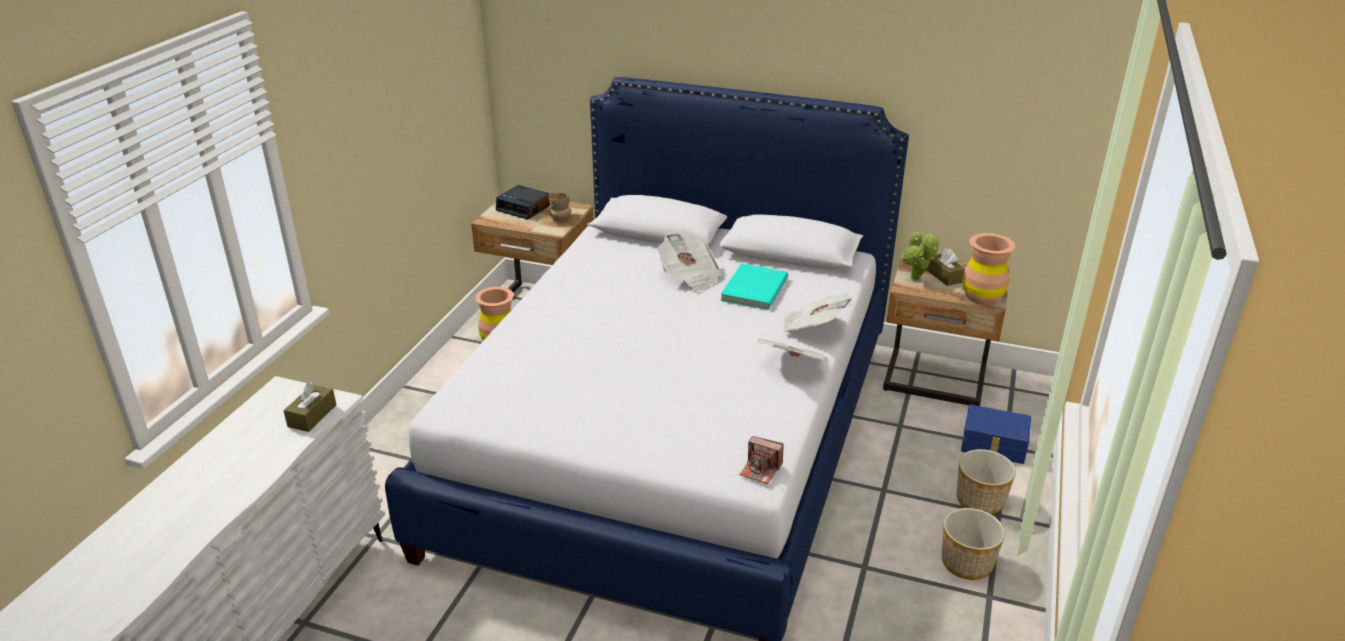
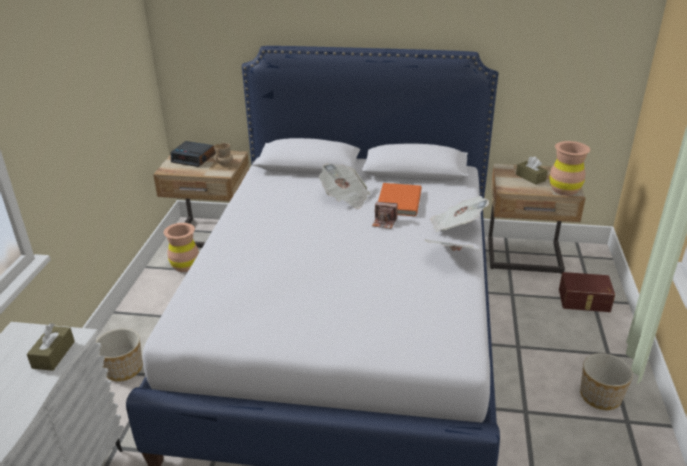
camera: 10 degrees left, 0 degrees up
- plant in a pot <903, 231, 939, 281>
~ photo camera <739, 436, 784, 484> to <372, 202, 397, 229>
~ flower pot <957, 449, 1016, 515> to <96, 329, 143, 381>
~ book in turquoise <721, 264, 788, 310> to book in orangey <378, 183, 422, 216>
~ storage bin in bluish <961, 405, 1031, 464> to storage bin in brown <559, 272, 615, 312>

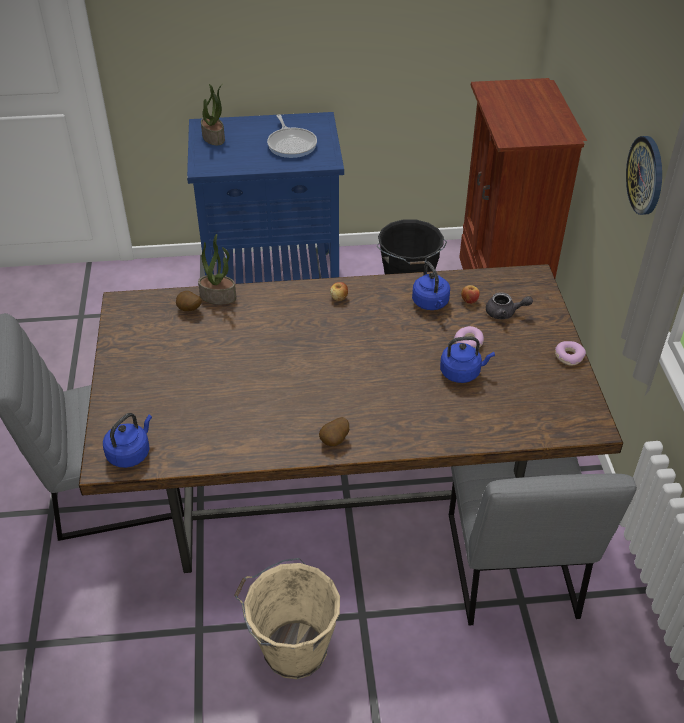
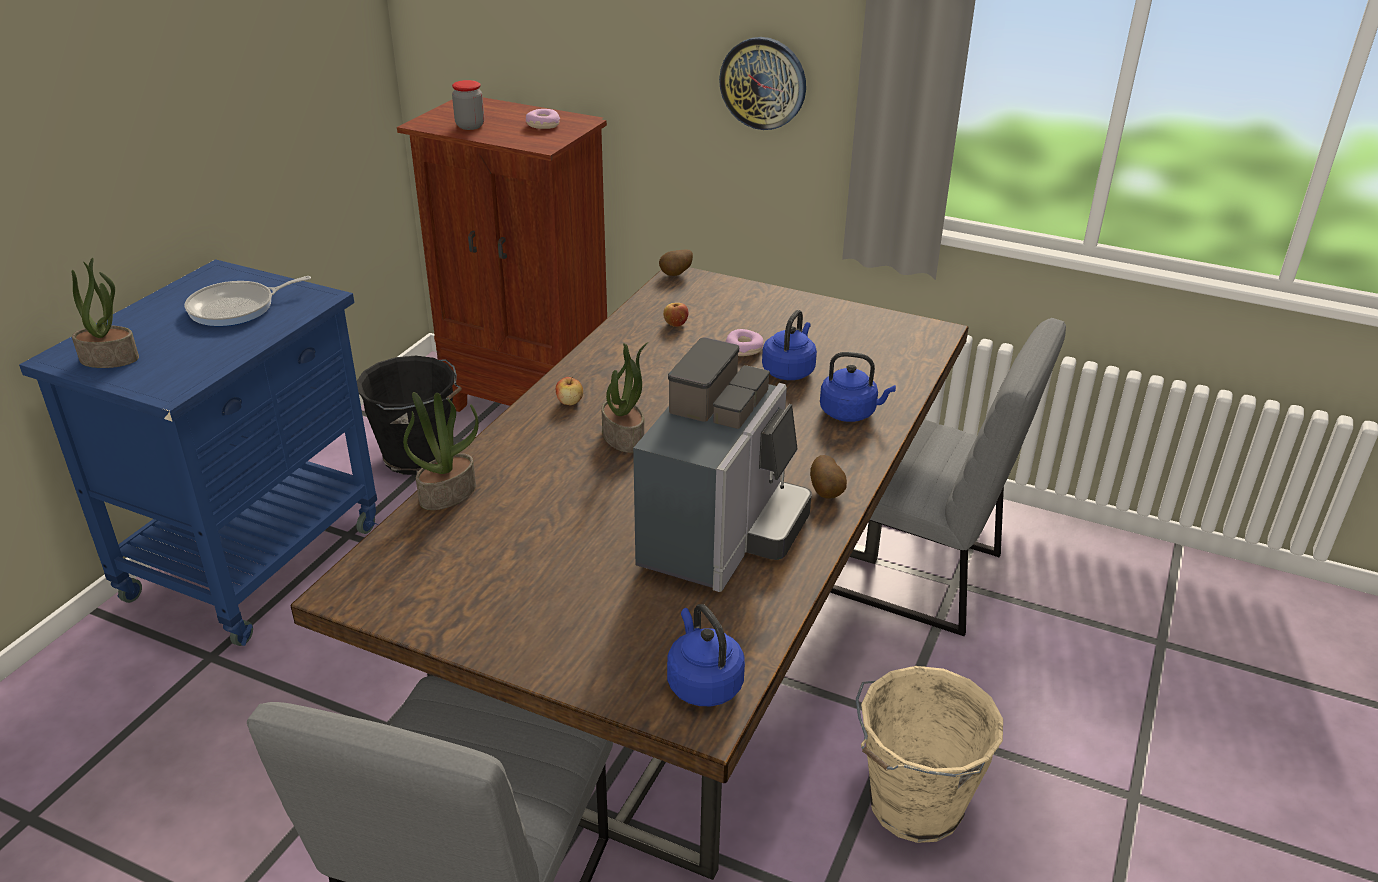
camera: 60 degrees left, 10 degrees down
- pot for tea in gray <486, 292, 533, 320>
+ jar <452, 80, 484, 130>
+ plant in a pot <602, 342, 648, 453>
+ coffee maker <633, 338, 812, 592>
~ potato <176, 291, 202, 311> to <659, 250, 693, 276>
~ water kettle in bluish <412, 262, 450, 310> to <820, 352, 896, 422>
~ doughnut <555, 341, 586, 366> to <526, 109, 560, 129>
~ pan <267, 114, 317, 158> = <185, 276, 311, 327> 135 degrees clockwise

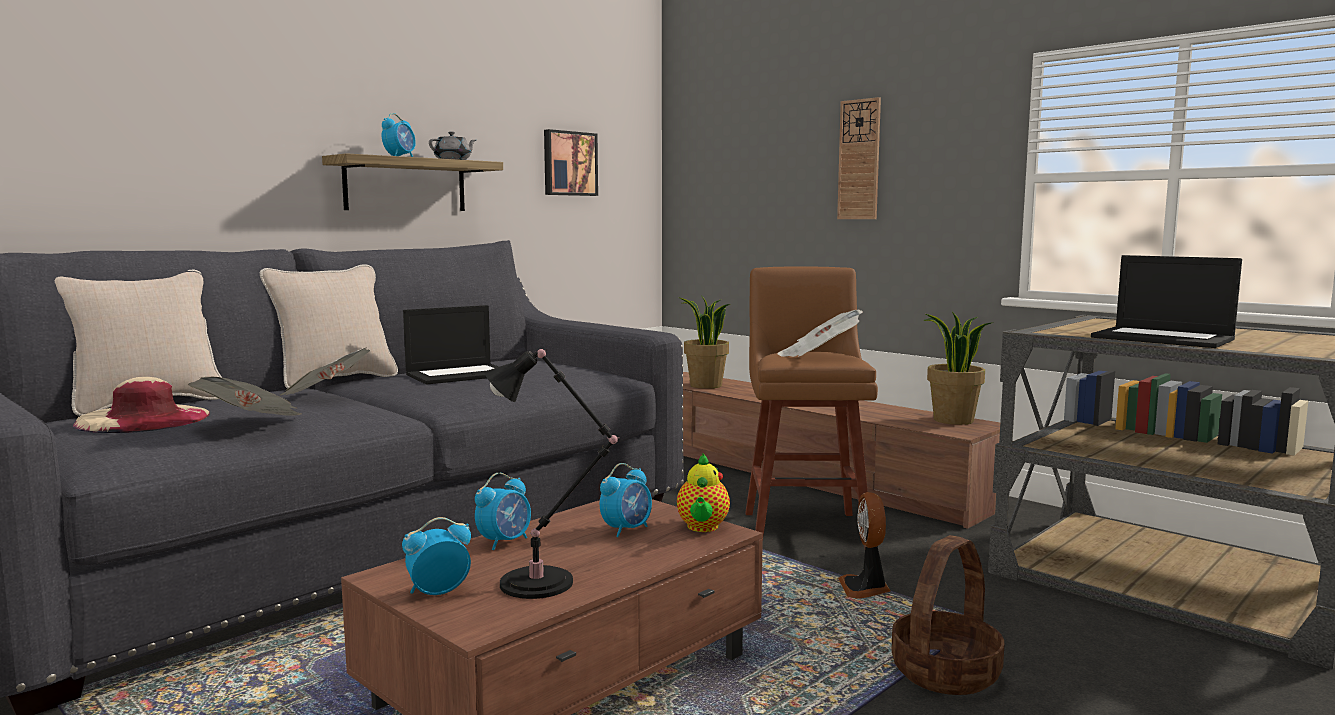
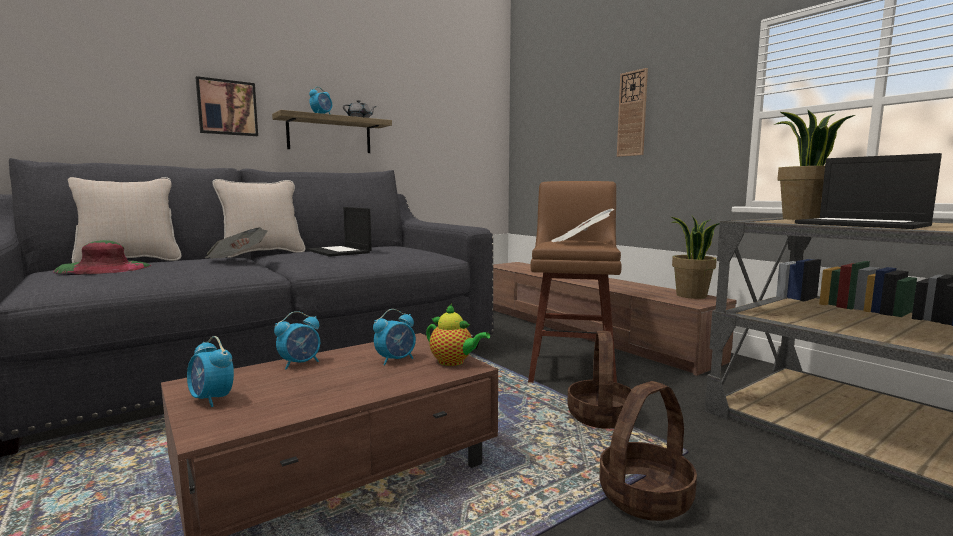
camera: 10 degrees right, 0 degrees up
- newspaper <188, 377, 301, 416>
- tabletop lamp in black <484, 349, 619, 599>
~ picture <544, 129, 598, 196> to <196, 76, 258, 136>
~ plant in a pot <678, 295, 730, 389> to <774, 110, 855, 220>
~ electric fan <838, 492, 891, 598> to basket <567, 331, 632, 429>
~ clothing hat in beige <73, 377, 210, 433> to clothing hat in green <53, 240, 151, 275>
~ table clock <402, 517, 471, 595> = <187, 336, 234, 407> 120 degrees counterclockwise
~ notebook computer <403, 305, 499, 385> = <307, 207, 372, 257> 75 degrees clockwise
~ pot for tea <677, 453, 730, 532> = <426, 304, 490, 366> 75 degrees counterclockwise

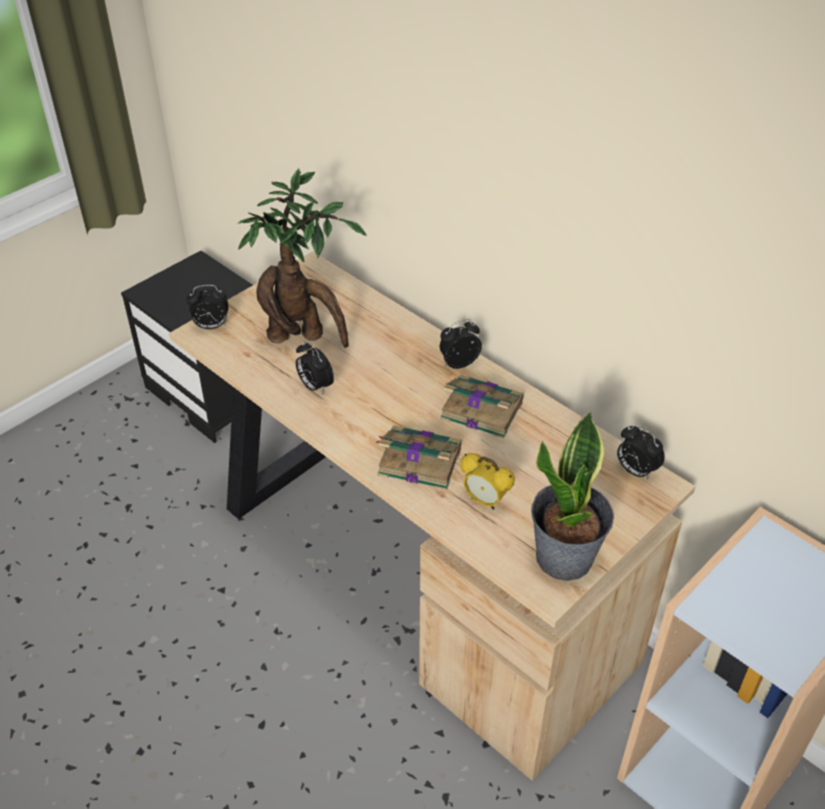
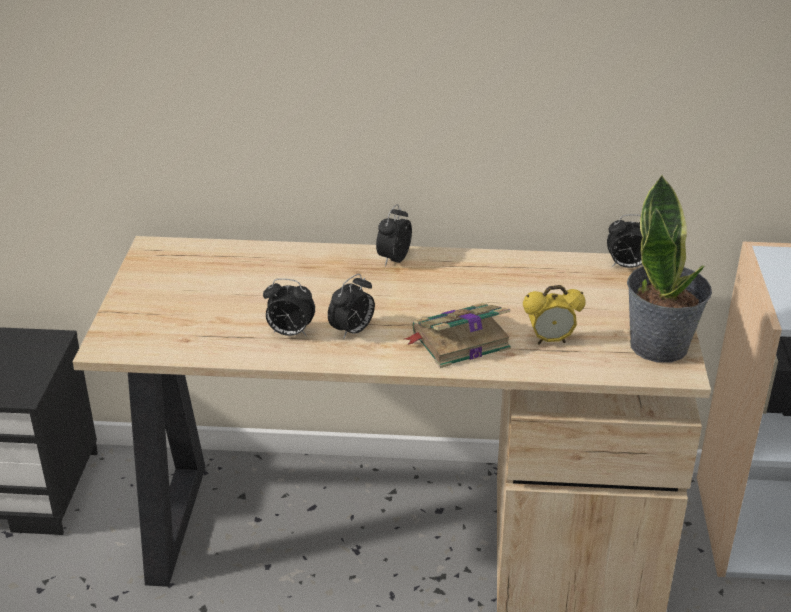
camera: 40 degrees left, 10 degrees down
- plant in a pot <238, 168, 367, 348>
- book <440, 374, 524, 438>
~ table clock <186, 285, 228, 329> to <328, 274, 375, 340>

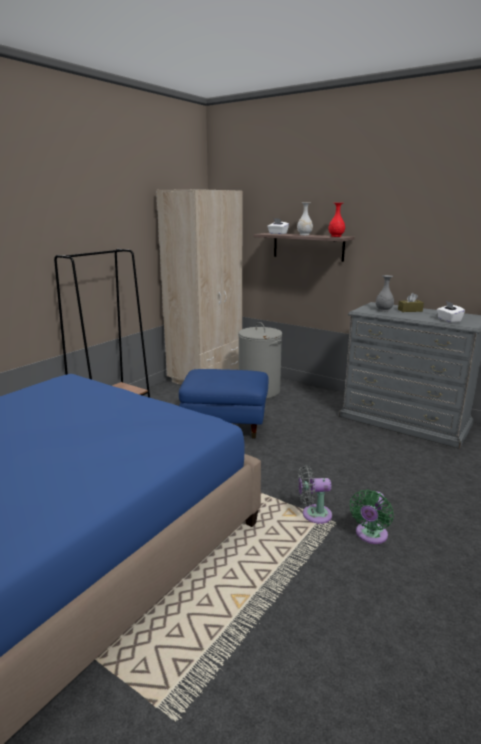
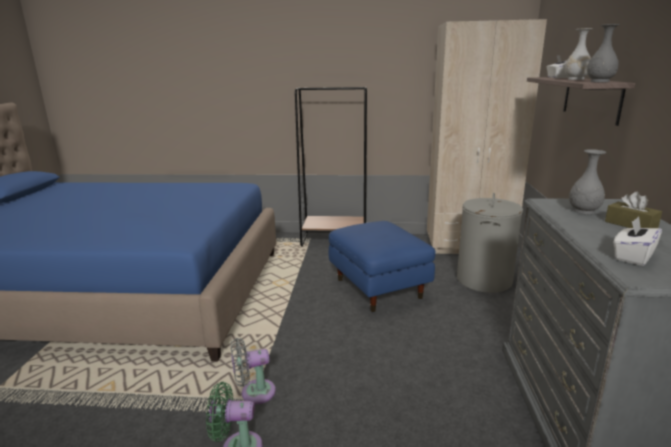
camera: 60 degrees right, 0 degrees up
~ decorative vase in reddish <328, 203, 345, 237> to decorative vase in gray <587, 24, 620, 82>
~ electric fan in gray <298, 465, 332, 524> = <231, 338, 276, 404> 75 degrees counterclockwise

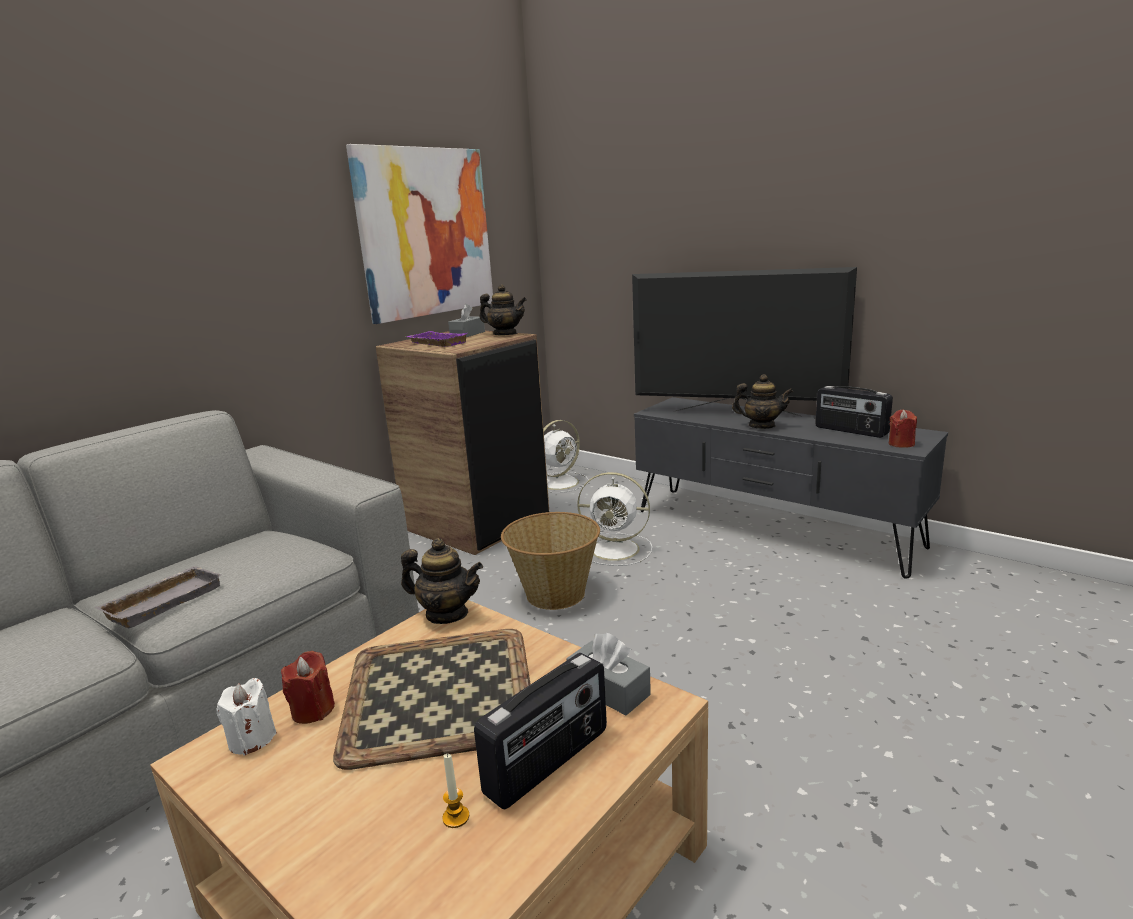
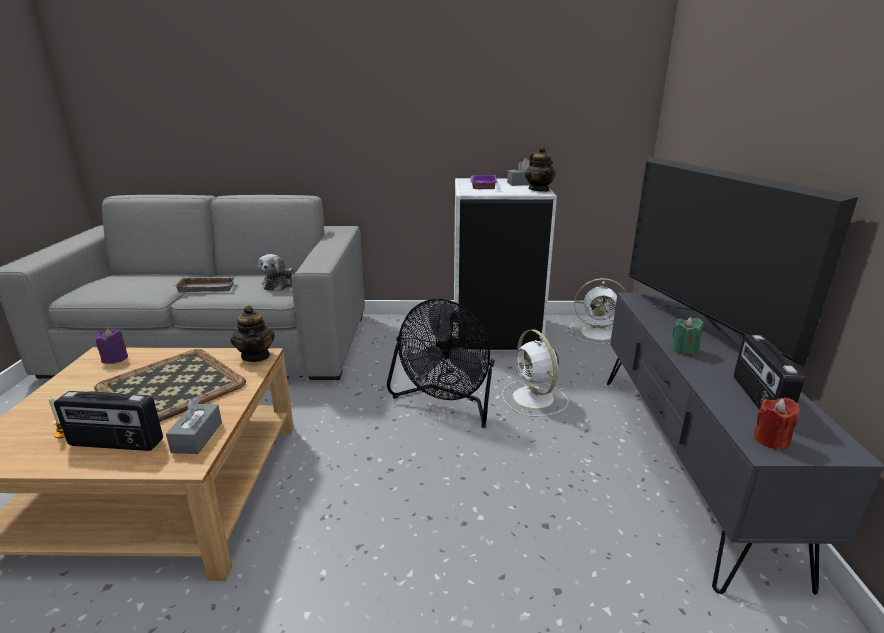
camera: 50 degrees right, 5 degrees up
- wax light in reddish <281, 651, 335, 724>
- picture <346, 144, 493, 324>
+ plush toy <258, 254, 293, 291>
~ basket <501, 512, 600, 610> to electric fan in black <387, 299, 495, 428>
~ pot for tea <732, 374, 793, 429> to wax light in green <671, 317, 703, 355>
~ wax light in whitish <217, 678, 277, 756> to wax light in purple <96, 328, 128, 364>
~ cupboard in brown <376, 331, 549, 555> to cupboard in whitish <454, 178, 557, 352>

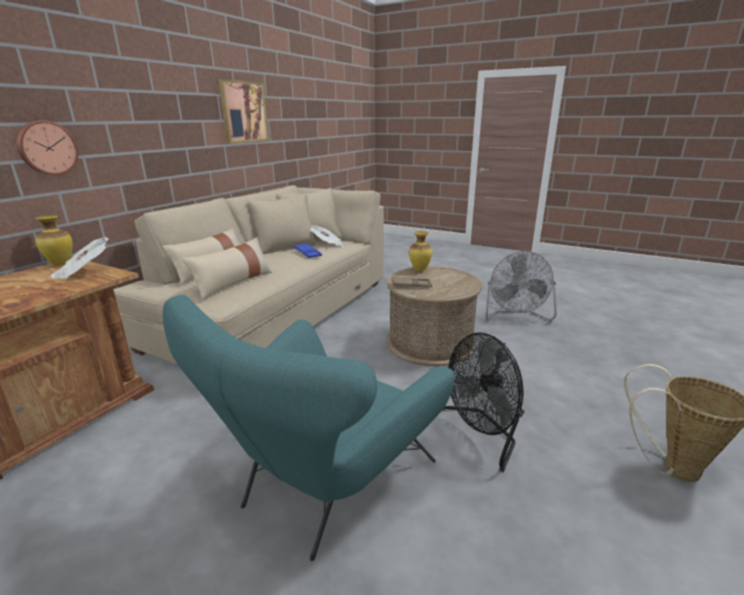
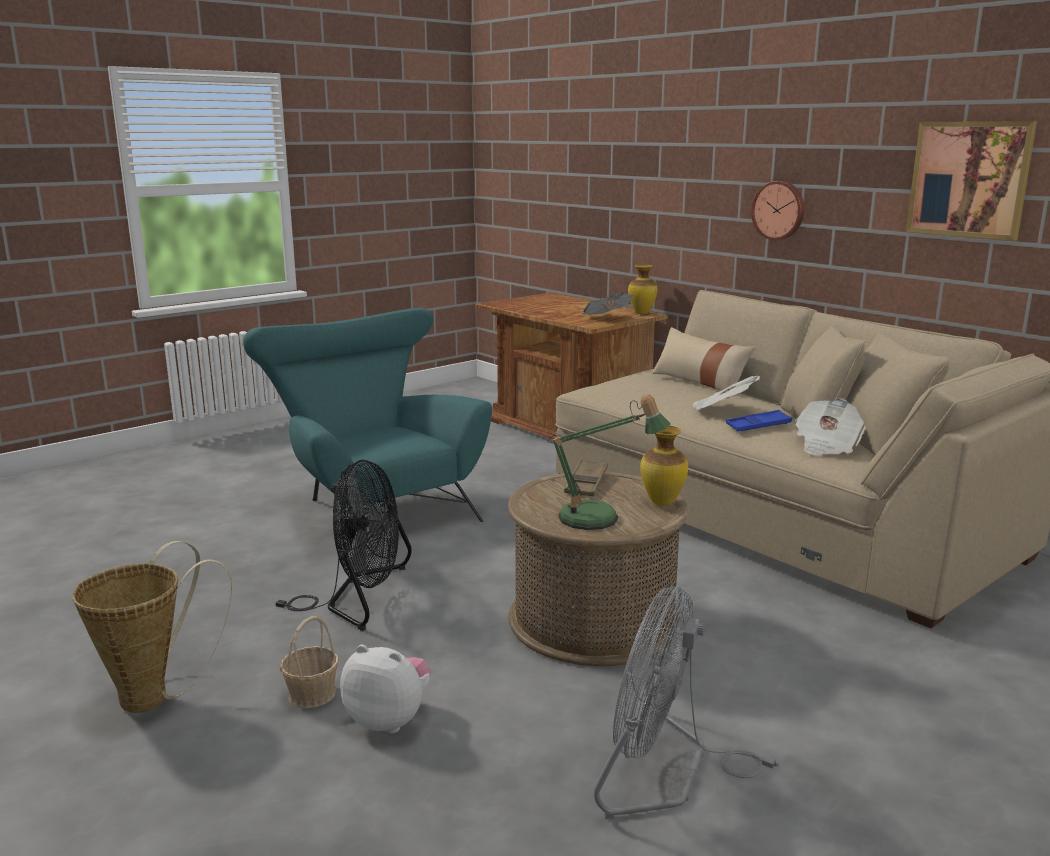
camera: 110 degrees right, 5 degrees down
- pillow in beige <182, 237, 273, 299>
+ basket <280, 616, 339, 708>
+ plush toy <340, 644, 431, 734>
+ tabletop lamp <548, 394, 671, 530>
+ newspaper <693, 376, 760, 410>
~ hanging clock <17, 120, 78, 175> to <751, 181, 804, 240>
~ electric fan in black <443, 332, 525, 472> = <275, 460, 412, 631> 105 degrees clockwise

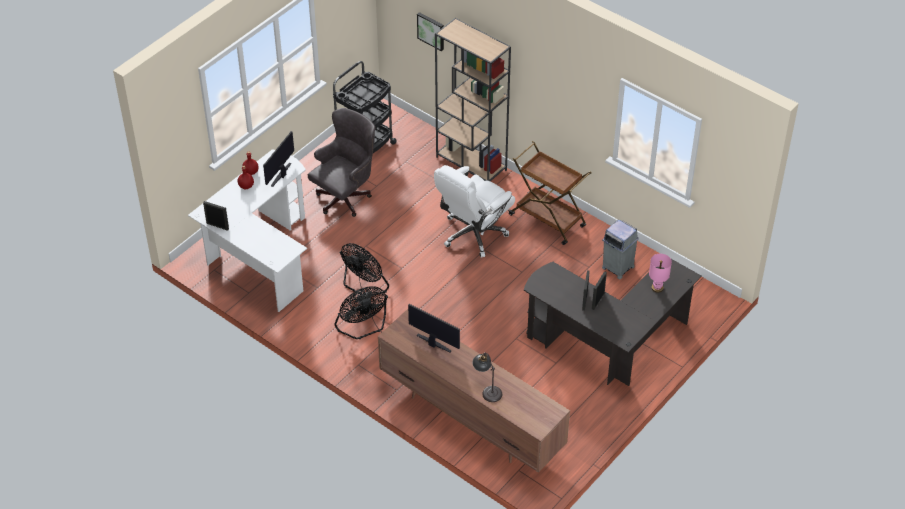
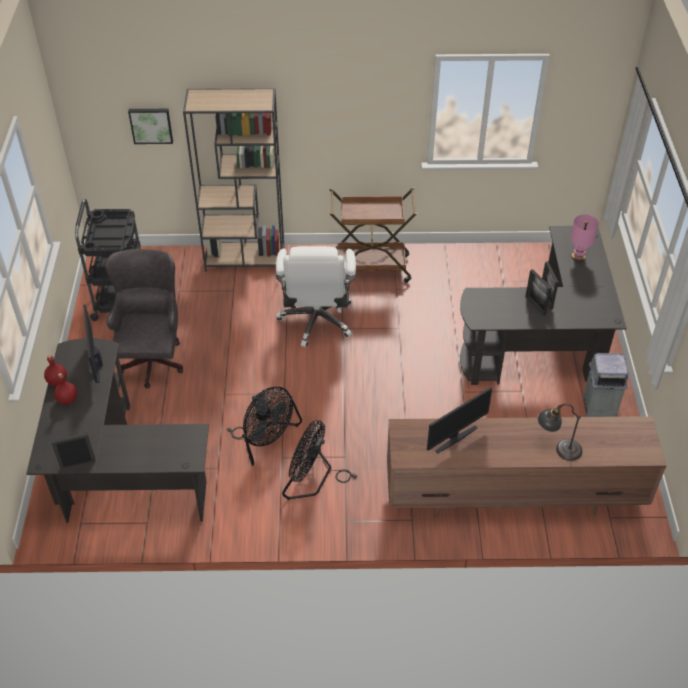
camera: 40 degrees left, 0 degrees up
~ waste bin in gray <602, 220, 639, 279> to <583, 353, 628, 417>
~ desk table in whitish <188, 149, 307, 312> to desk table in black <26, 338, 209, 523>
~ electric fan in black <339, 243, 389, 309> = <227, 387, 302, 466> 135 degrees clockwise
~ computer screen <408, 304, 460, 352> = <427, 387, 492, 454> 150 degrees clockwise

